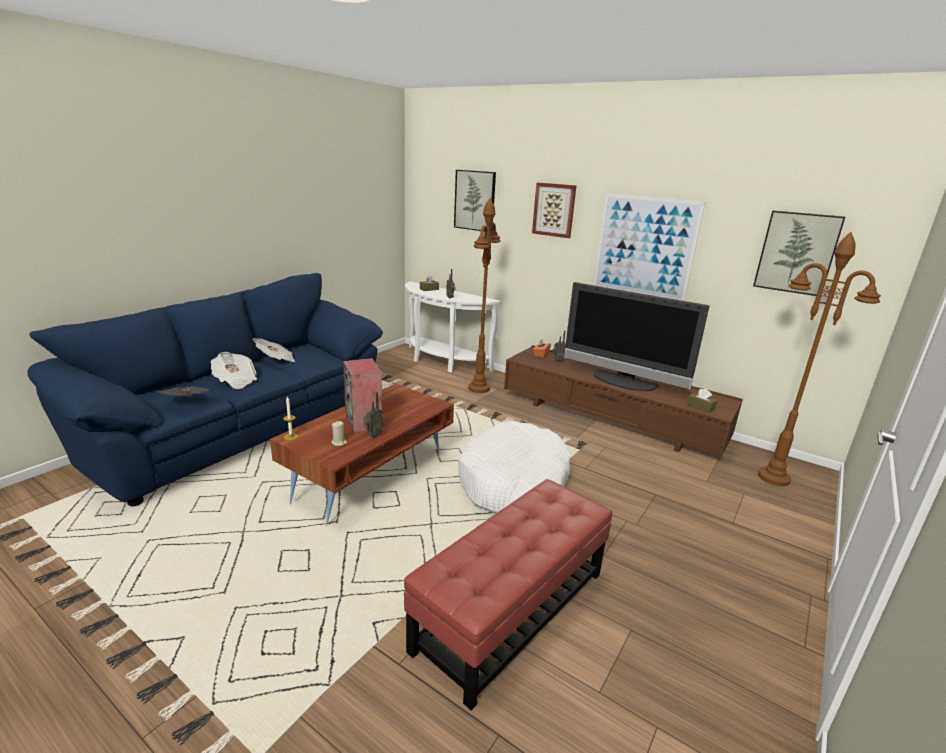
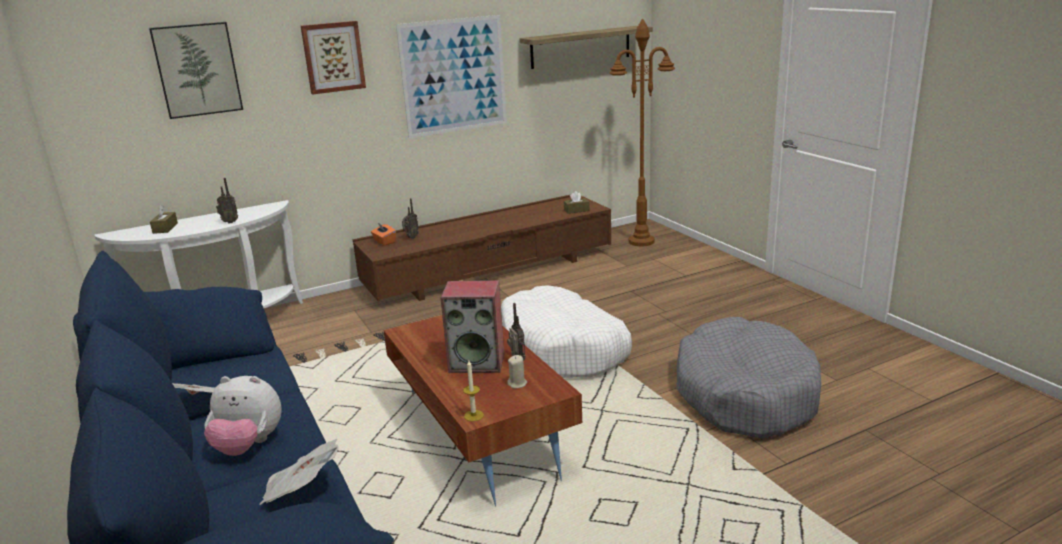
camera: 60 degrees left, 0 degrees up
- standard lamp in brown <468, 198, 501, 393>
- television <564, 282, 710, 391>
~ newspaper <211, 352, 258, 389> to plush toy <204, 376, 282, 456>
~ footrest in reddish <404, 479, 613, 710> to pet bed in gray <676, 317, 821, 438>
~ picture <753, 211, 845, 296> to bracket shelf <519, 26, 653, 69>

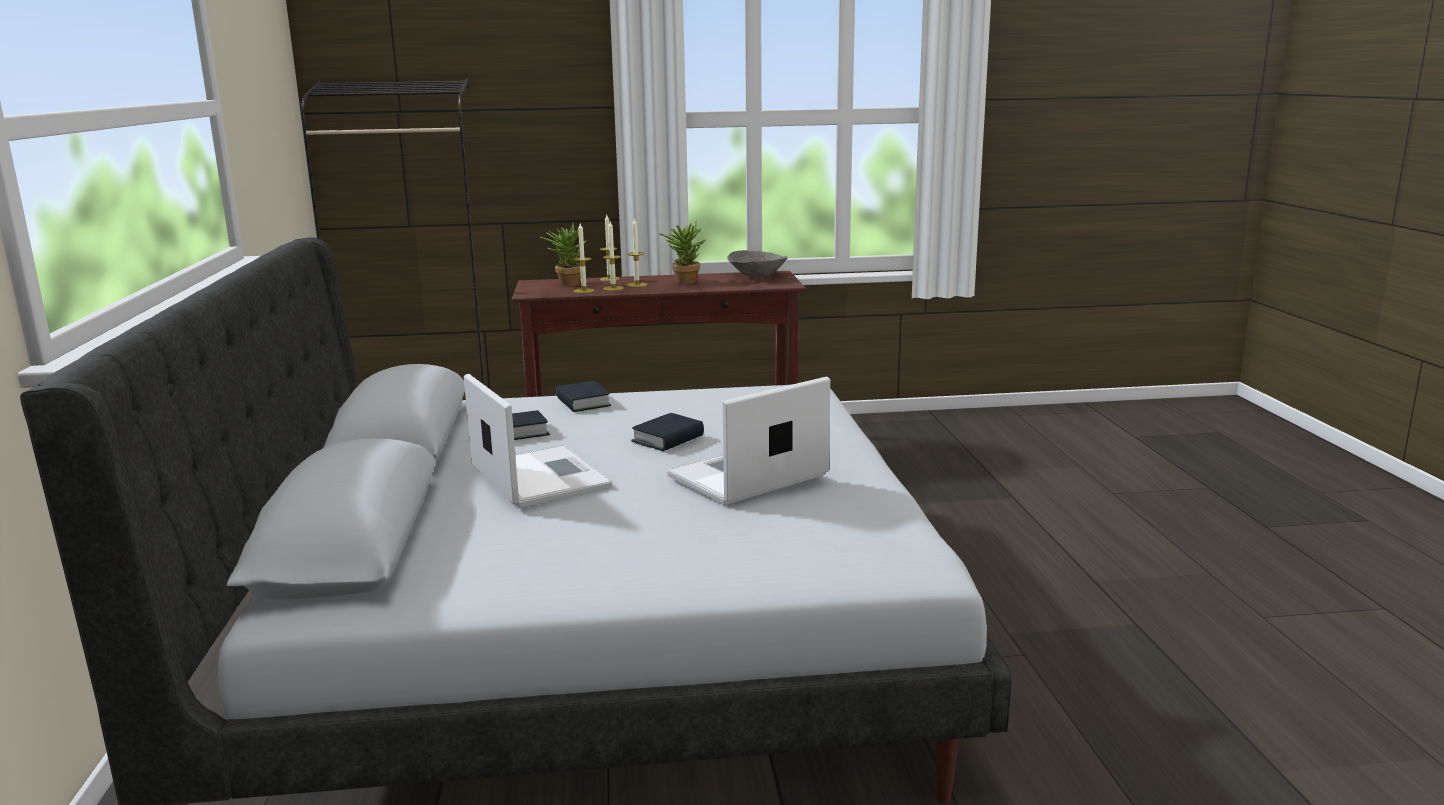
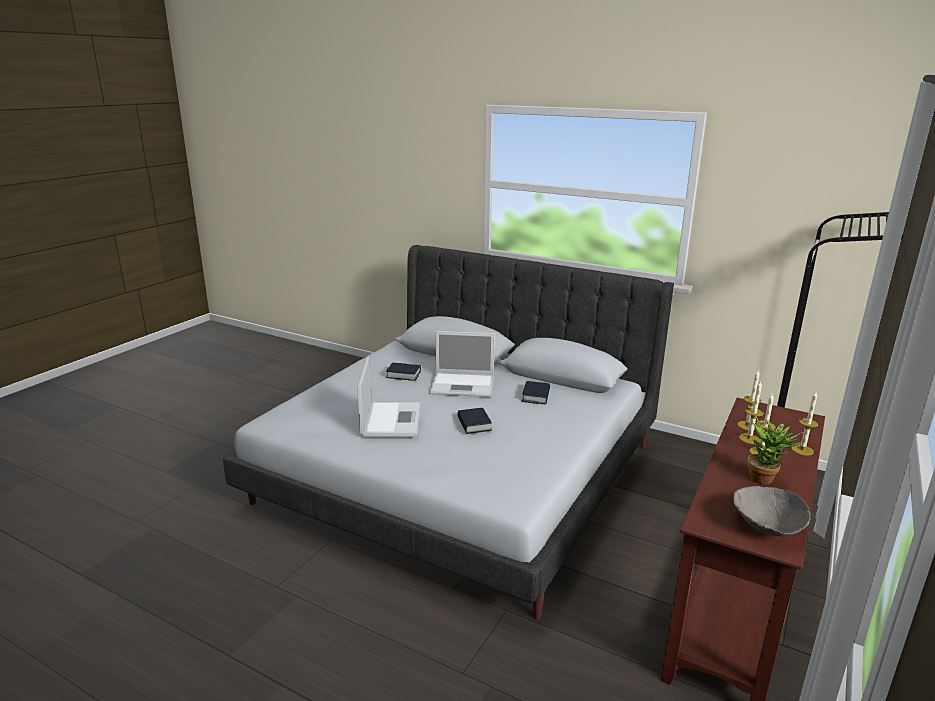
camera: 125 degrees right, 5 degrees up
- plant in a pot <540, 225, 587, 286>
~ book <556, 381, 611, 412> to <386, 362, 421, 381>

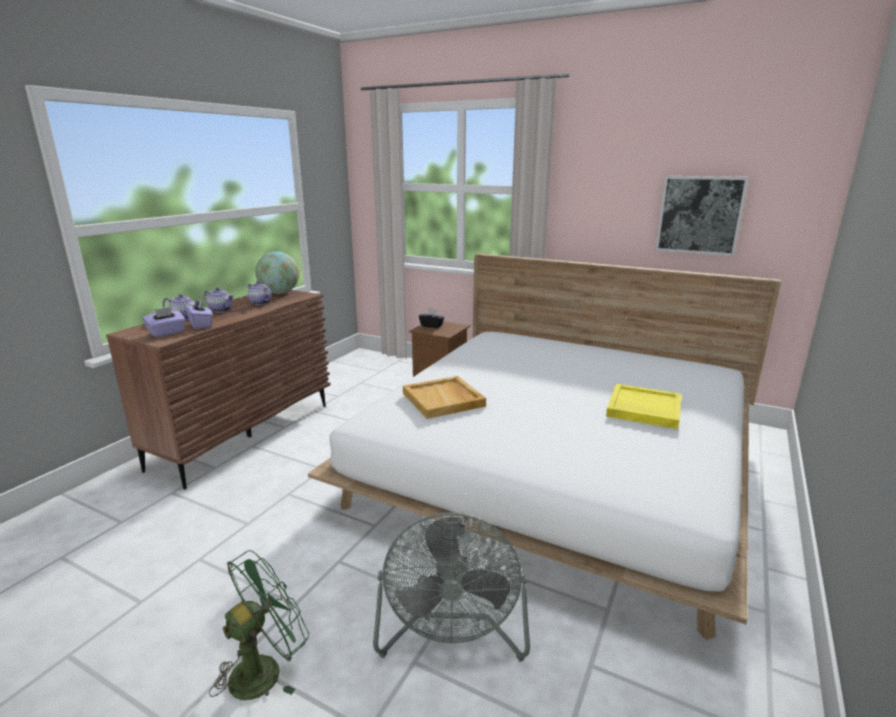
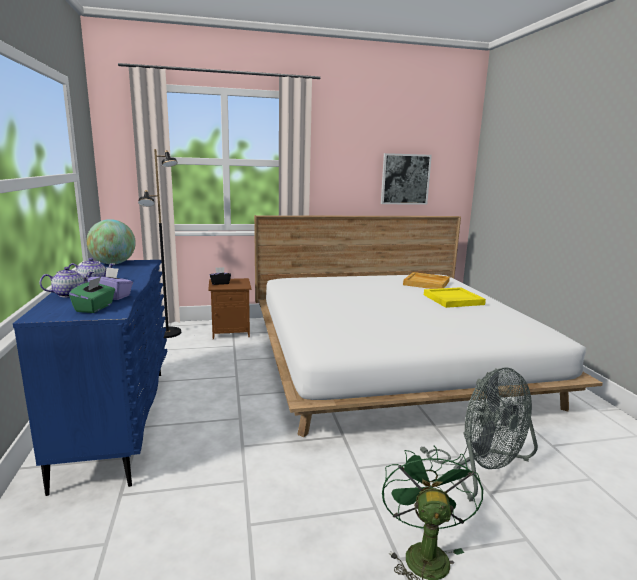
camera: 40 degrees left, 5 degrees down
- pot for tea <247, 281, 271, 305>
+ standard lamp in black <138, 149, 181, 338>
~ serving tray in beige <403, 376, 486, 419> to <403, 272, 450, 289>
~ chest of drawers in brown <106, 290, 331, 490> to chest of drawers in bluish <13, 260, 167, 496>
~ tissue holder in purple <143, 307, 186, 337> to tissue holder in green <69, 277, 115, 313>

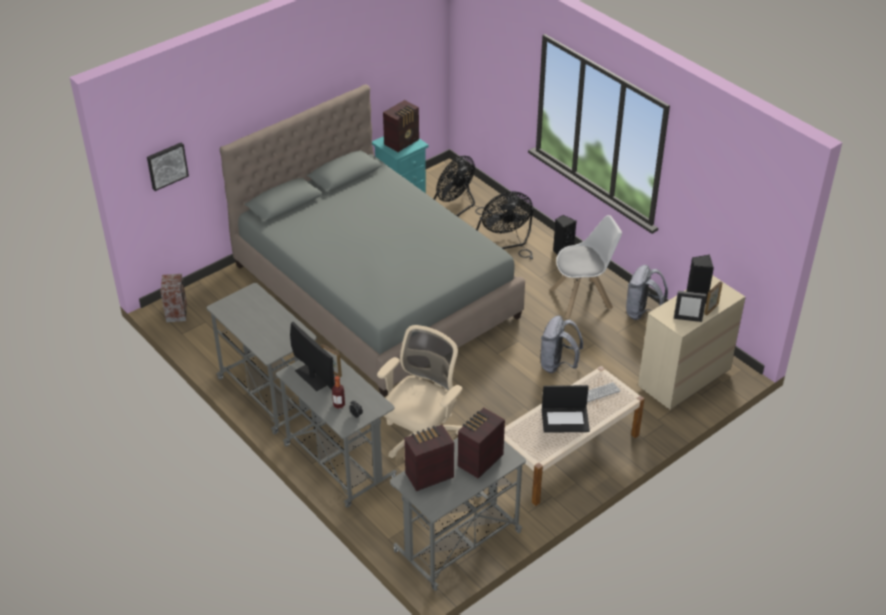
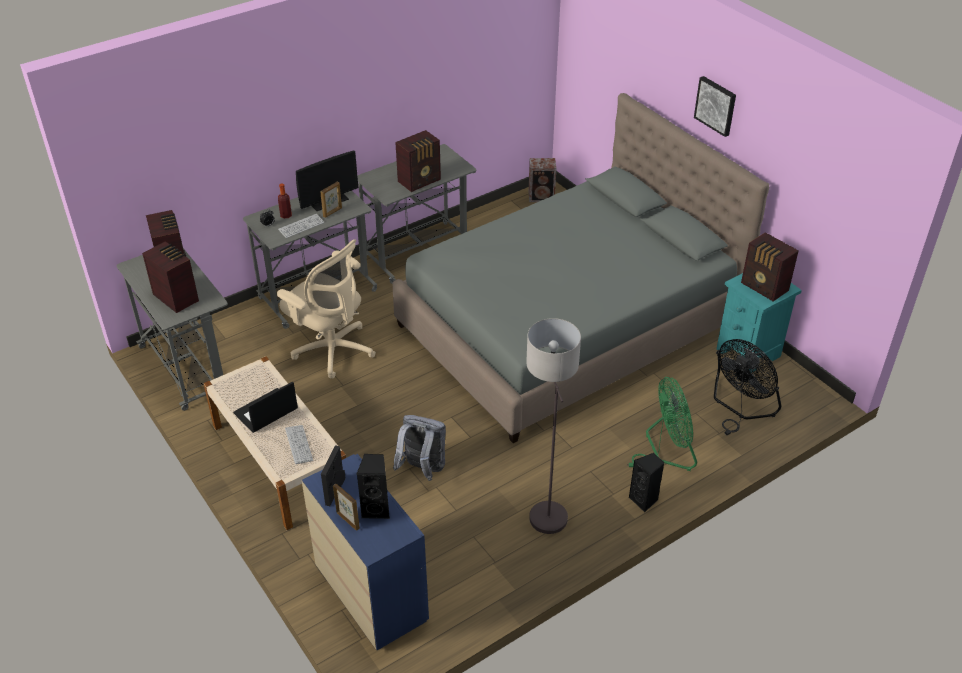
camera: 95 degrees right, 0 degrees up
- knapsack in gray <626, 265, 668, 320>
+ keyboard <278, 214, 324, 238>
+ radio set <395, 130, 441, 192>
~ picture <147, 142, 189, 191> to <694, 76, 736, 137>
~ upright chair <550, 215, 622, 319> to standard lamp in gray <526, 318, 581, 534>
~ electric fan in black <476, 192, 535, 259> to electric fan in green <627, 377, 697, 471>
~ chest of drawers in beige <638, 275, 746, 410> to chest of drawers in bluish <302, 454, 429, 650>
~ notebook computer <542, 385, 590, 433> = <233, 381, 298, 433> 45 degrees clockwise

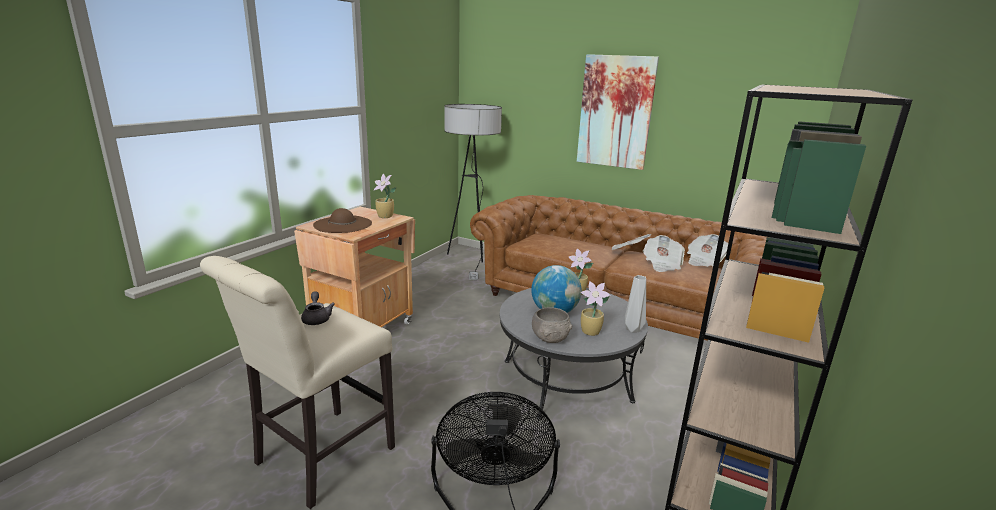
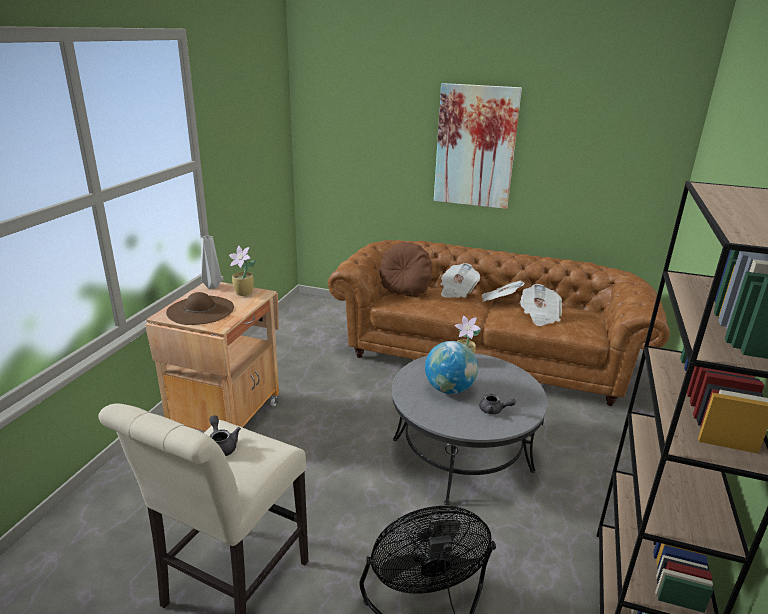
camera: 10 degrees left, 5 degrees up
- standard lamp <444, 104, 502, 280>
- deep dish in gray <532, 307, 572, 343>
+ pillow in brown <380, 242, 433, 297>
~ decorative vase in gray <625, 275, 646, 333> to <201, 236, 222, 289>
~ newspaper <687, 234, 728, 267> to <440, 263, 480, 298>
~ plant in a pot <581, 281, 611, 336> to pot for tea in gray <479, 394, 516, 414>

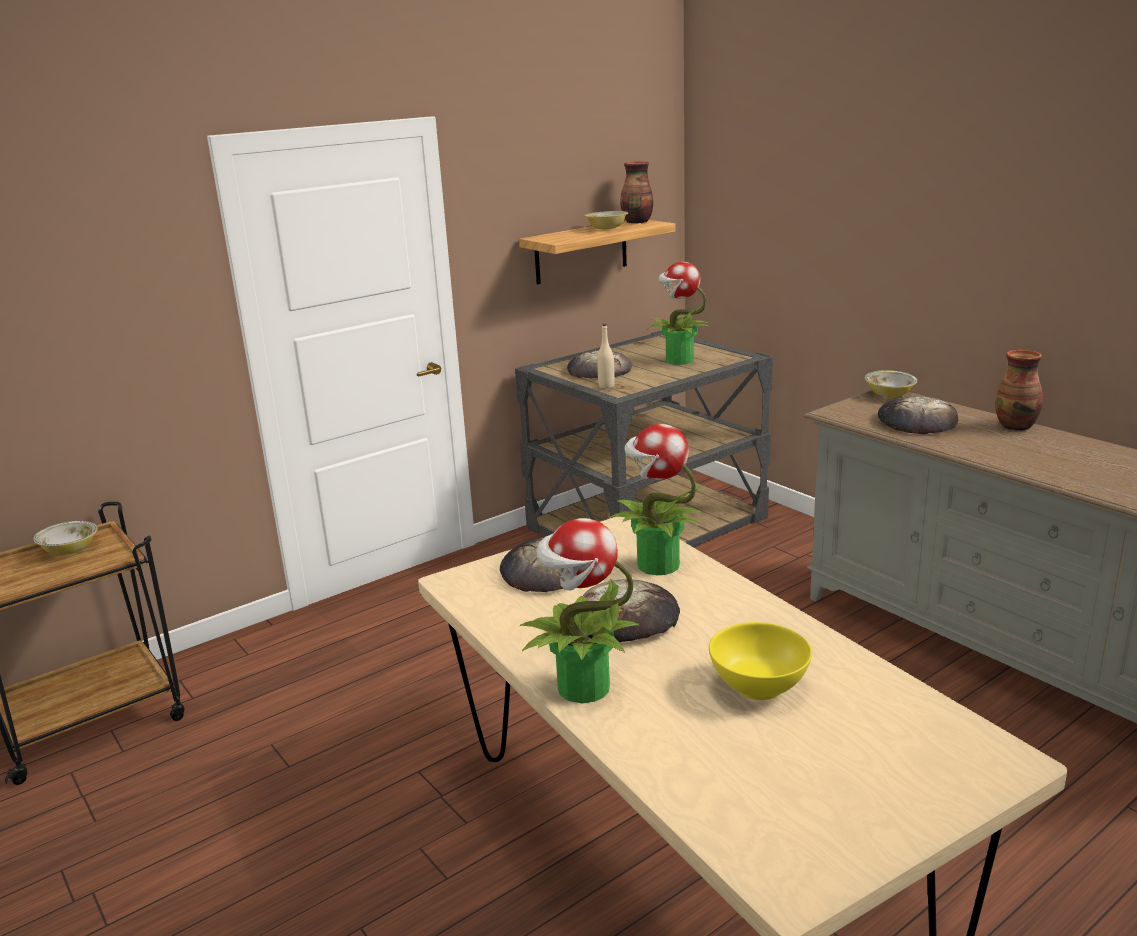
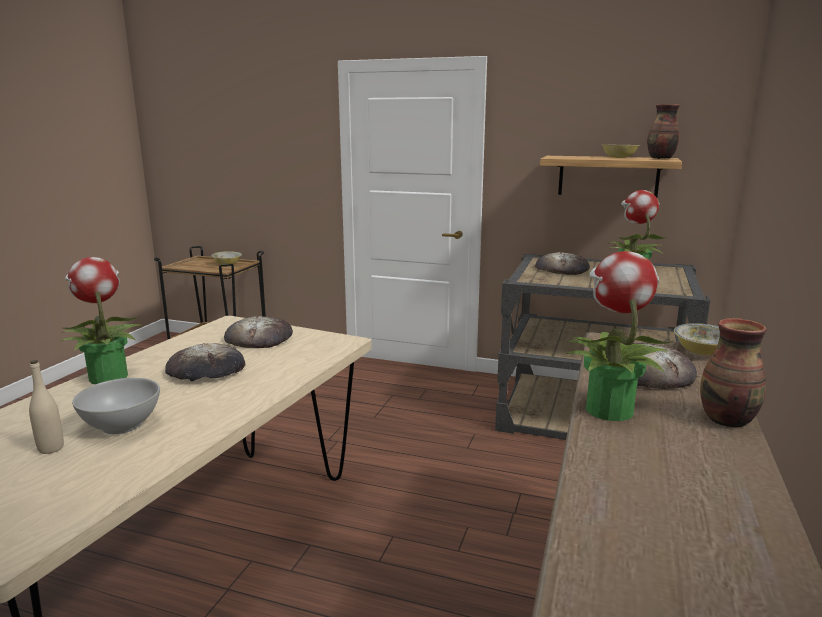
camera: 55 degrees right, 5 degrees down
~ bottle in beige <597, 324, 615, 388> to <29, 360, 64, 454>
~ plant in a pot <608, 424, 703, 575> to <566, 251, 672, 421>
~ deep dish in yellow <709, 622, 812, 700> to deep dish in whitish <72, 378, 160, 434>

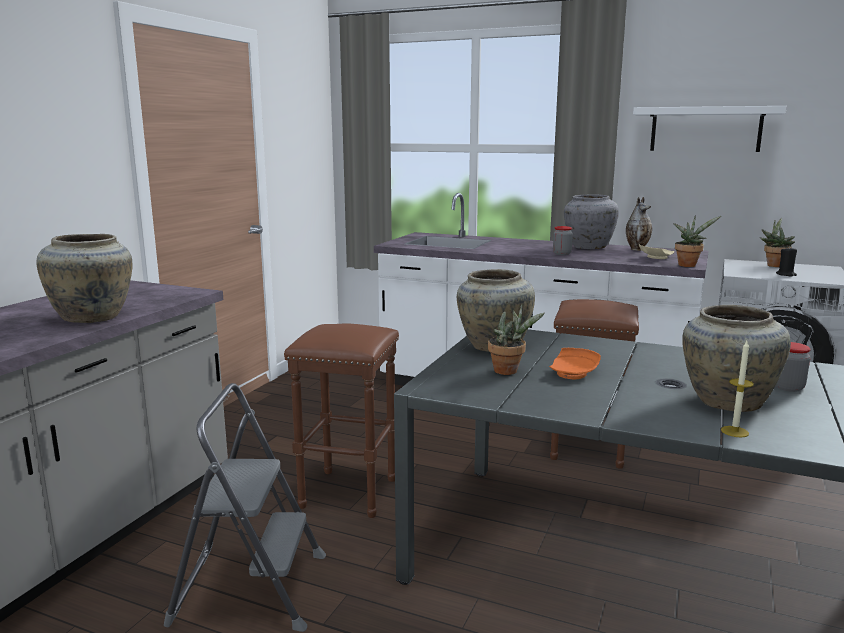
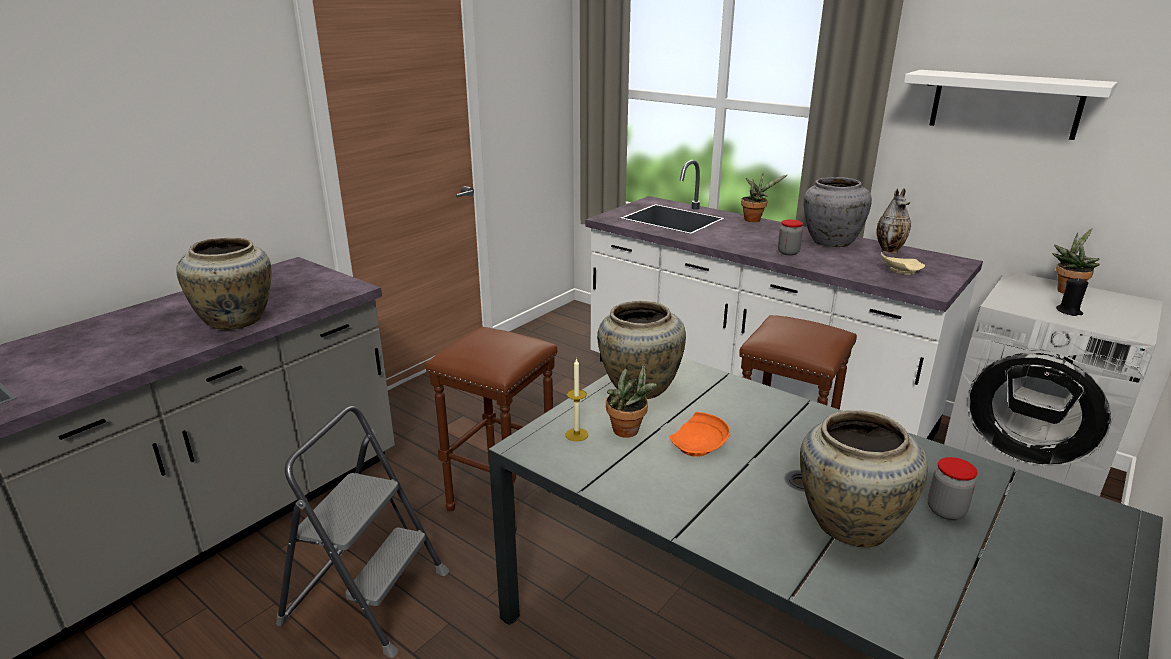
camera: 15 degrees right, 10 degrees up
~ plant in a pot <673, 215, 721, 267> to <741, 172, 787, 222>
~ wax light <721, 341, 754, 437> to <566, 358, 588, 441>

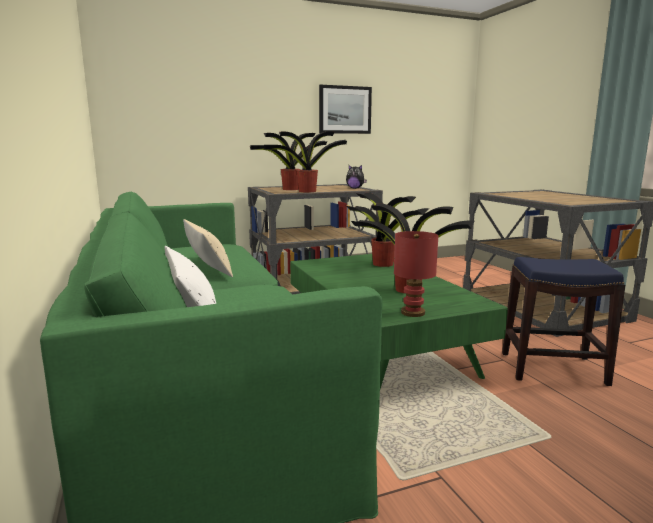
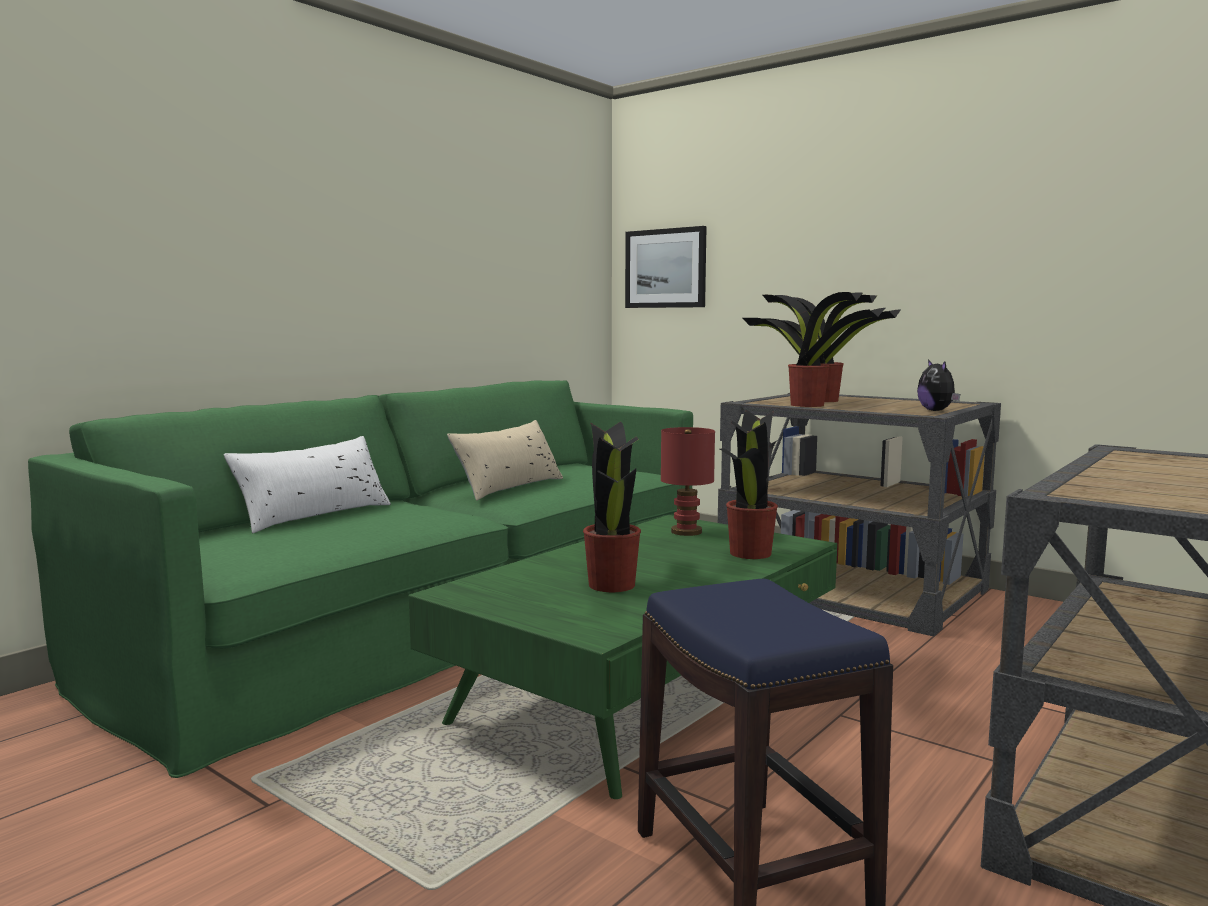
camera: 60 degrees right, 5 degrees down
~ picture <319, 85, 372, 134> to <625, 226, 707, 308>
~ tabletop lamp in reddish <394, 231, 438, 317> to <661, 427, 715, 536>

